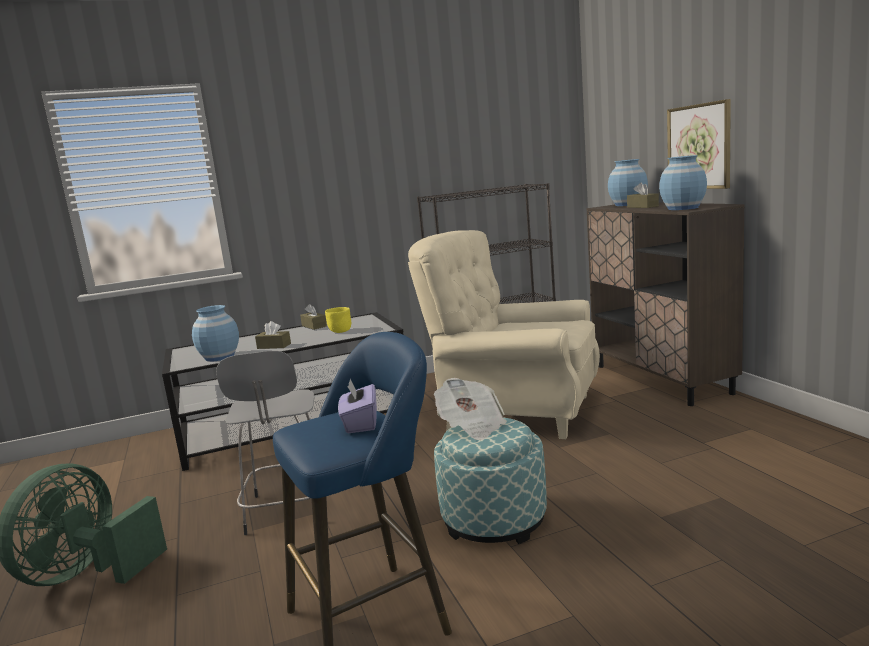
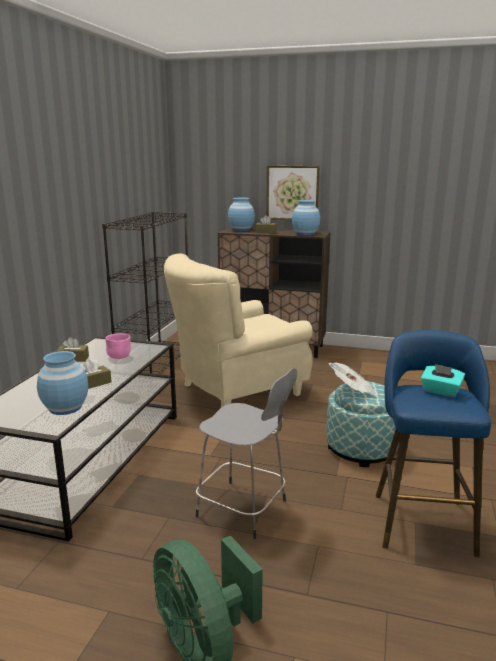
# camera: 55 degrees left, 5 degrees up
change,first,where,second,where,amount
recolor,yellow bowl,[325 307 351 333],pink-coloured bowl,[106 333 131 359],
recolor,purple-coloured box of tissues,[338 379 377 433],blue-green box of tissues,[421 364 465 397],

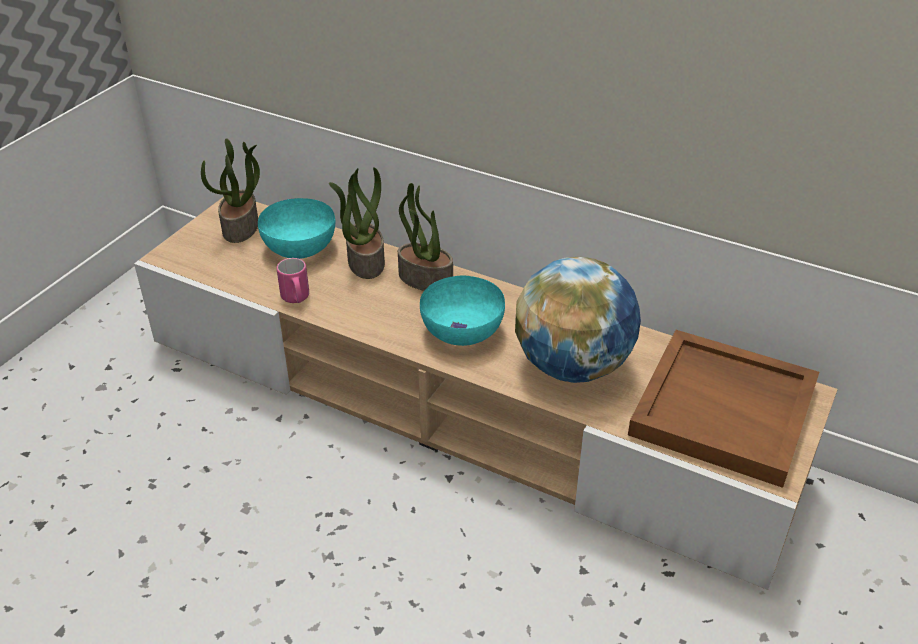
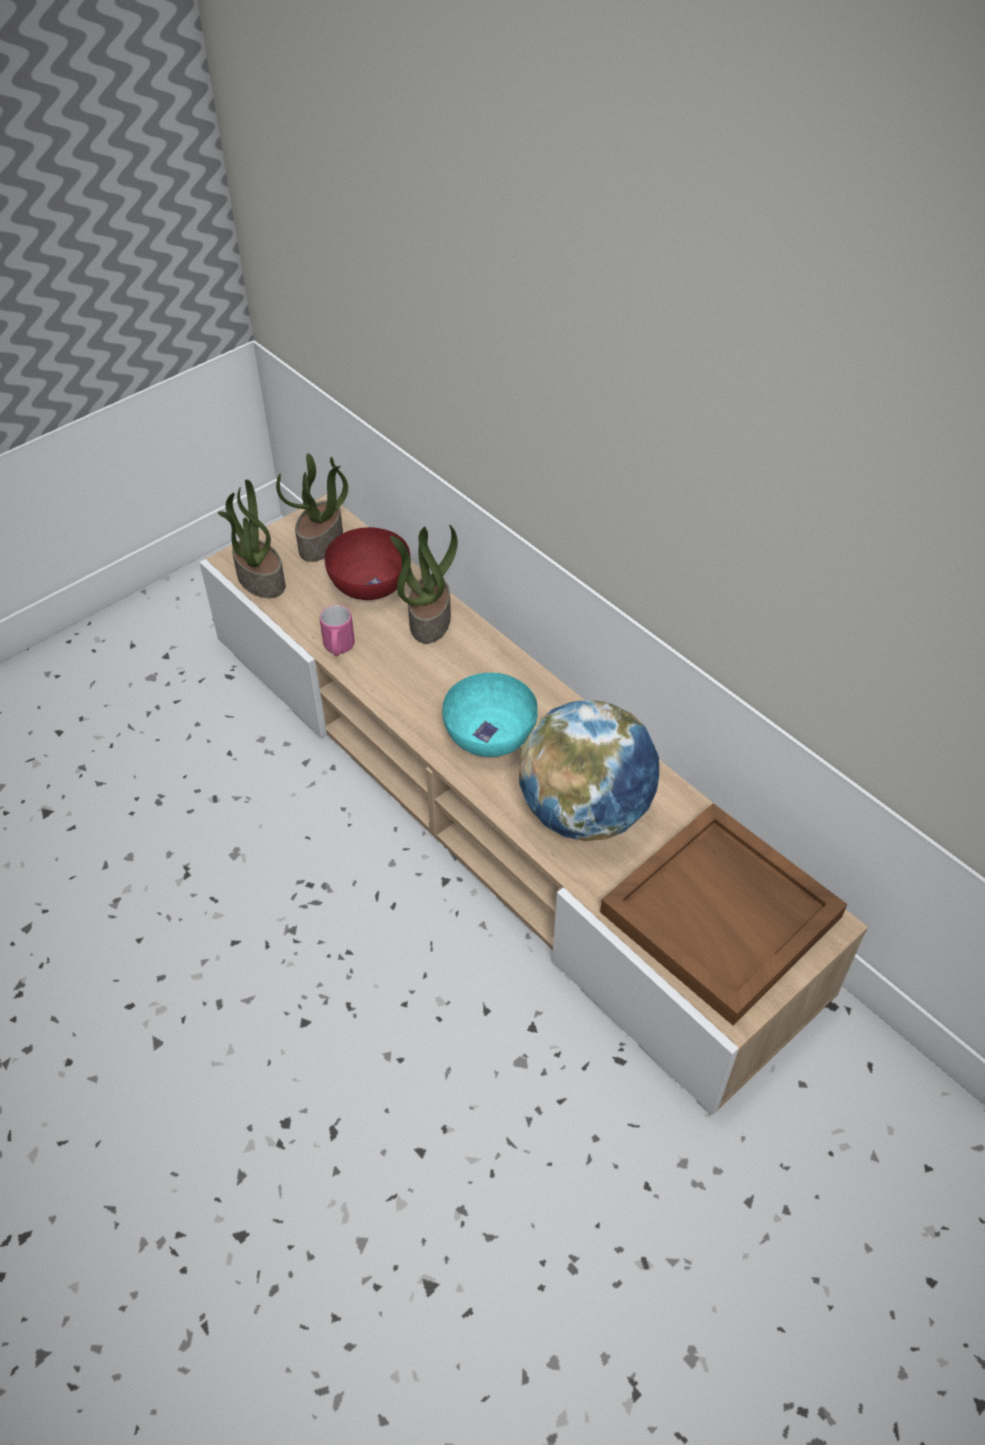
# camera: 20 degrees right, 10 degrees up
change,first,where,second,where,amount
move,plant in a pot,[398 183 453 291],,[218 479 285 598],
recolor,blue-green bowl,[258 198 336 259],red-coloured bowl,[325 527 410 600],

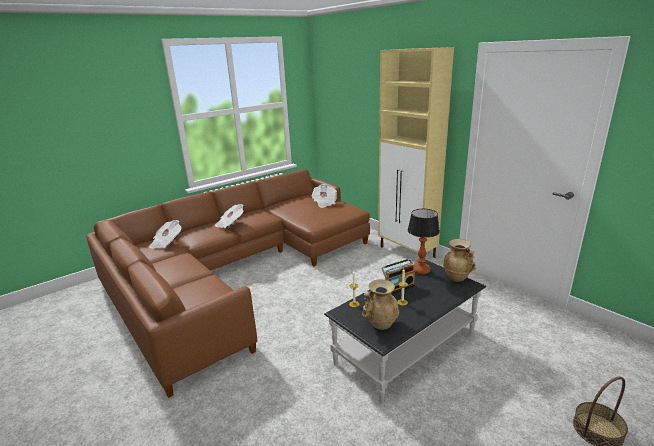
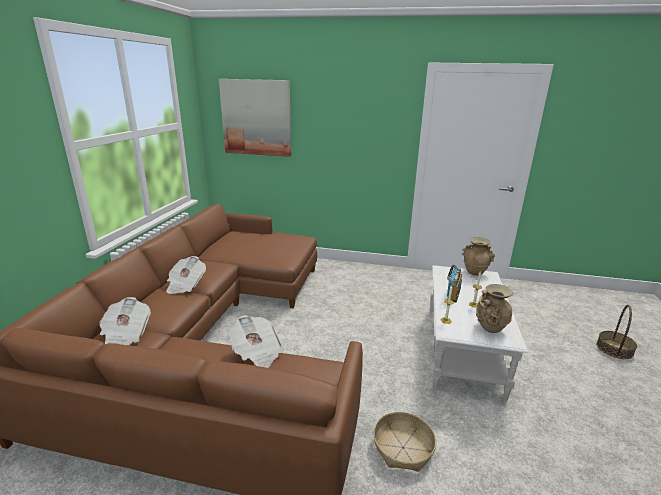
# camera: 40 degrees left, 0 degrees up
change,first,where,second,where,amount
insert,,,picture,[219 79 291 157],
move,printed paper,[311 184 337 208],,[229 315 284 368],
insert,,,basket,[373 412 436 472],
recolor,black-coloured low table,[324 260 486 404],whitish low table,[431 265 529 402],
delete,beige-coloured storage cabinet,[378 47 454 258],,,
delete,tabletop lamp,[408 209 440 274],,,

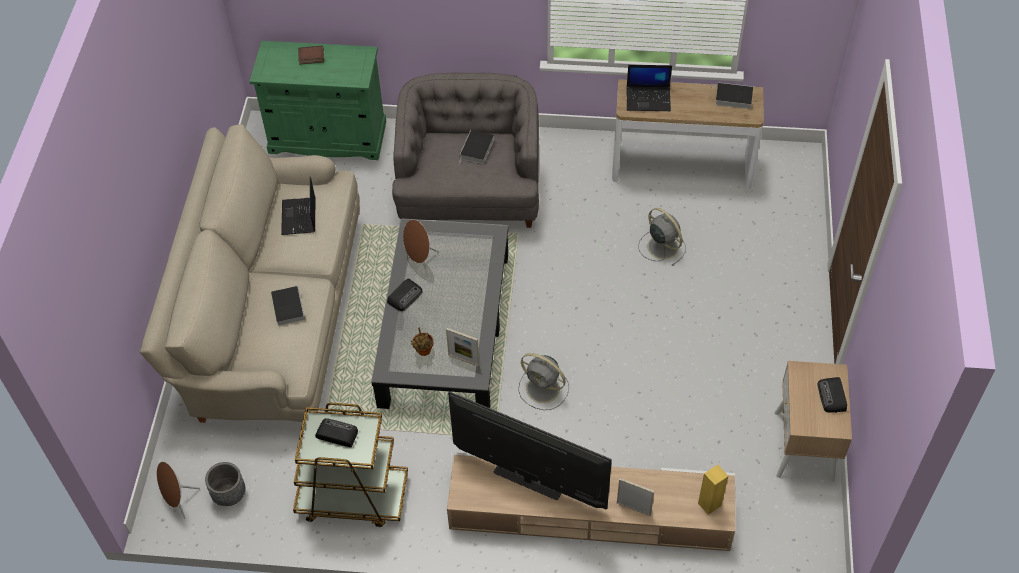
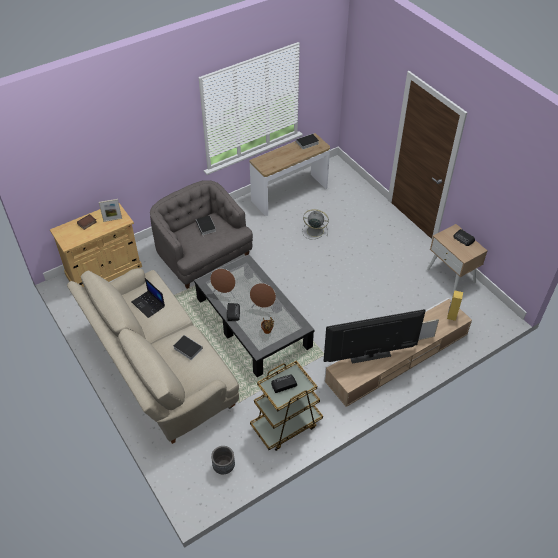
# camera: 40 degrees left, 5 degrees down
change,first,where,second,where,amount
recolor,greenish storage cabinet,[249 41 386 160],beige-coloured storage cabinet,[50 203 142 287],
move,standing frame,[446 328 480 367],,[99 199 122 222],
move,brown speaker,[157 462 200 519],,[250 283 276 312],
delete,gray fan,[518 353 569 410],,,
delete,notebook computer,[626 65 672 111],,,

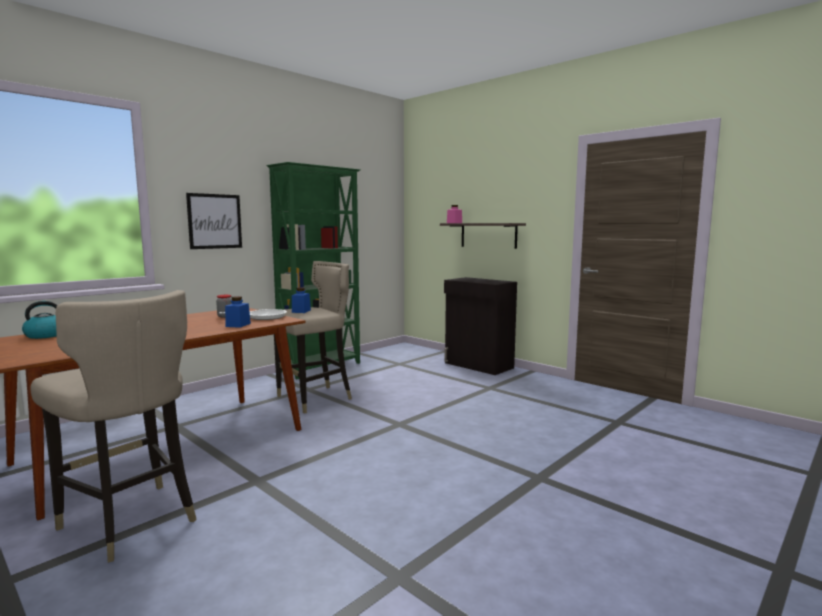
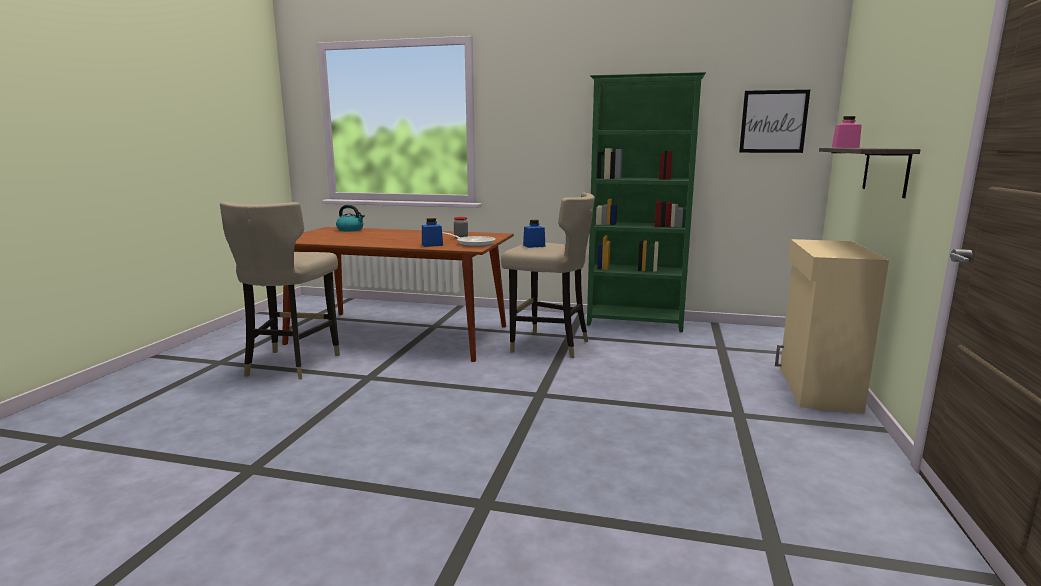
# camera: 60 degrees right, 5 degrees up
change,first,where,second,where,amount
move,picture,[186 193 242 249],,[739 90 810 153],
recolor,black-coloured storage cabinet,[444 277 517 375],beige-coloured storage cabinet,[775 239 889 414],

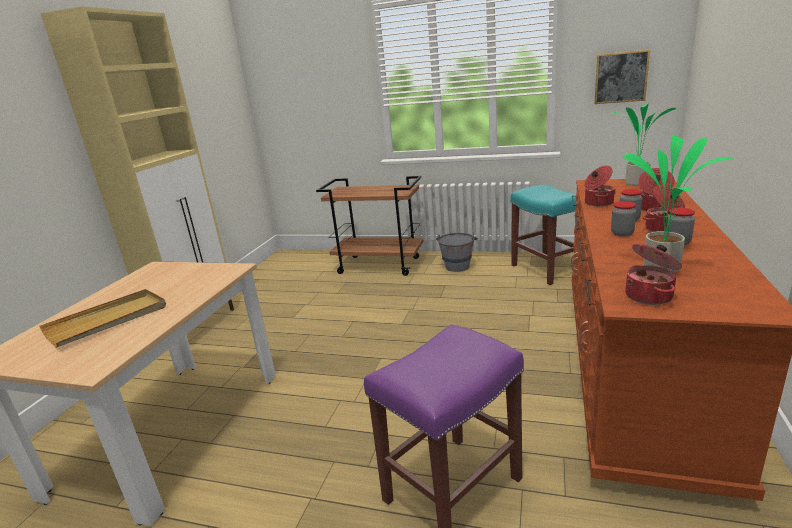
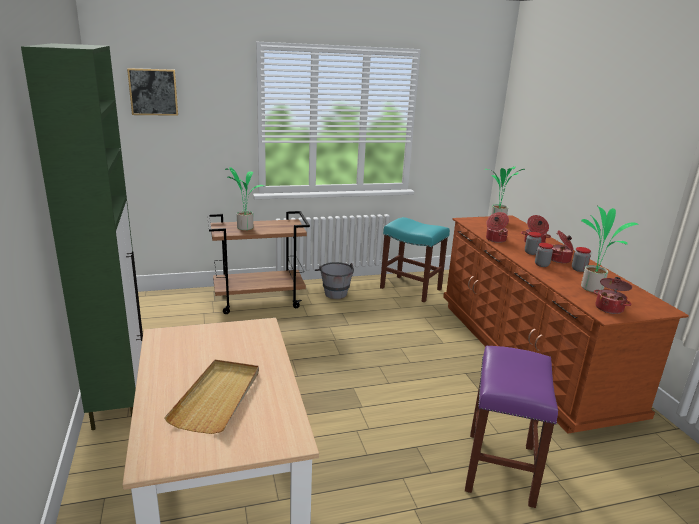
# camera: 35 degrees left, 0 degrees up
change,first,where,second,where,amount
recolor,beige-coloured storage cabinet,[41 6 234 311],greenish storage cabinet,[21 43 143 430],
move,picture,[594 50 650 104],,[127 68 178 116],
insert,,,plant in a pot,[225 167 264 230],

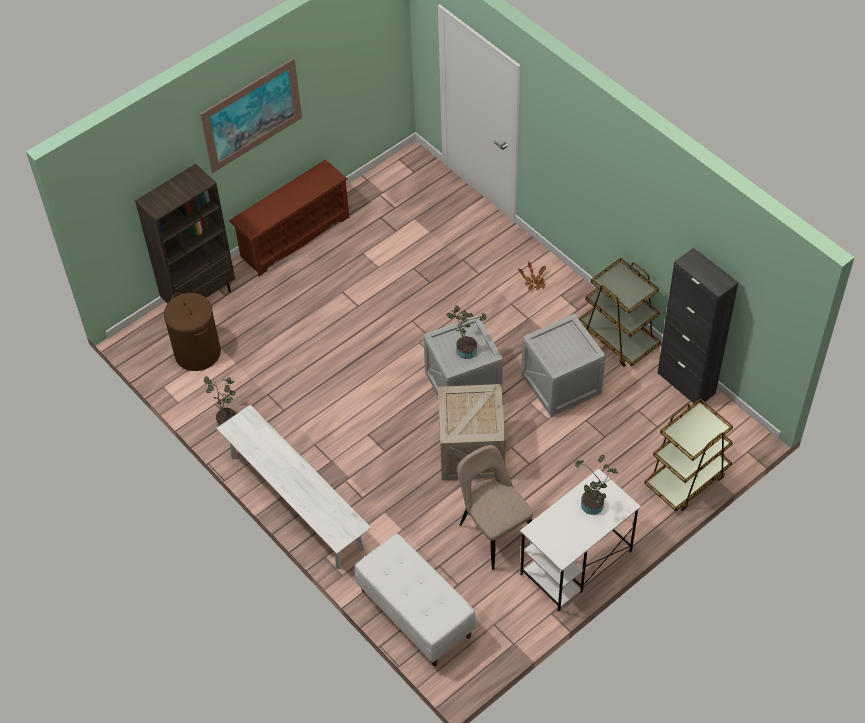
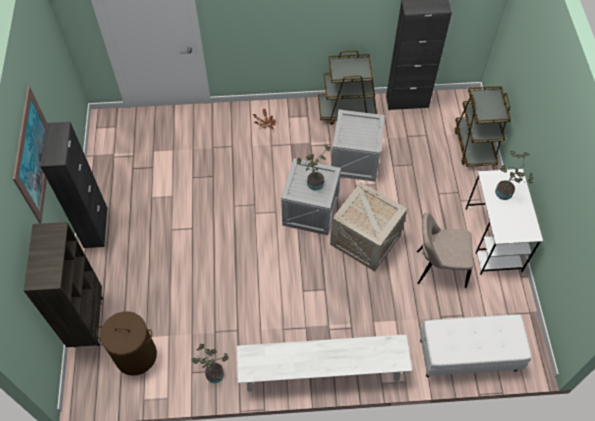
# camera: 55 degrees left, 5 degrees up
change,first,where,second,where,amount
replace,brown shoe shelf,[229 160 349 277],black-coloured storage cabinet,[40 122 107 248],

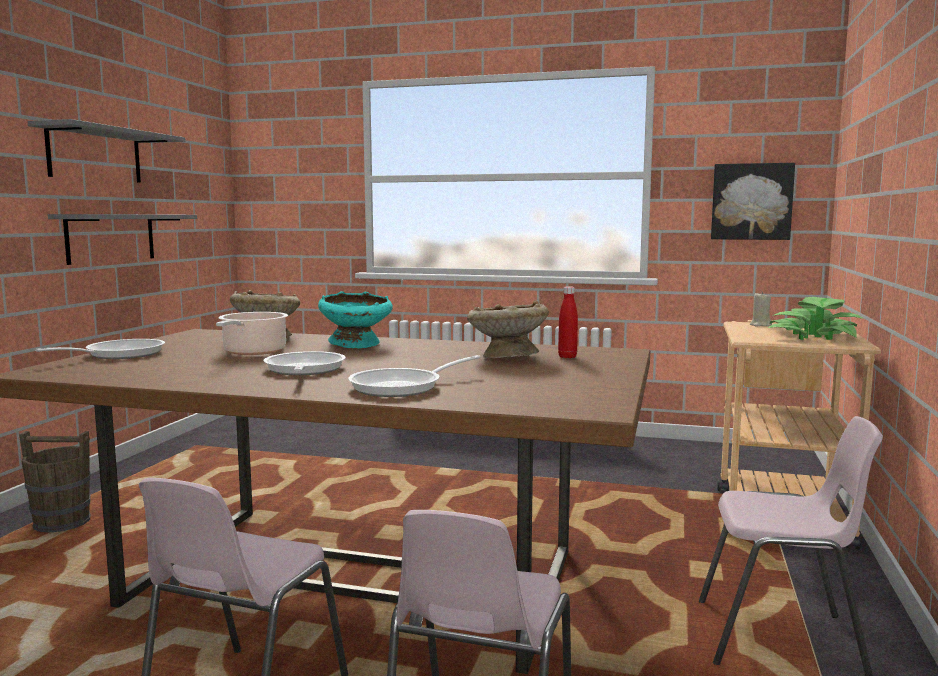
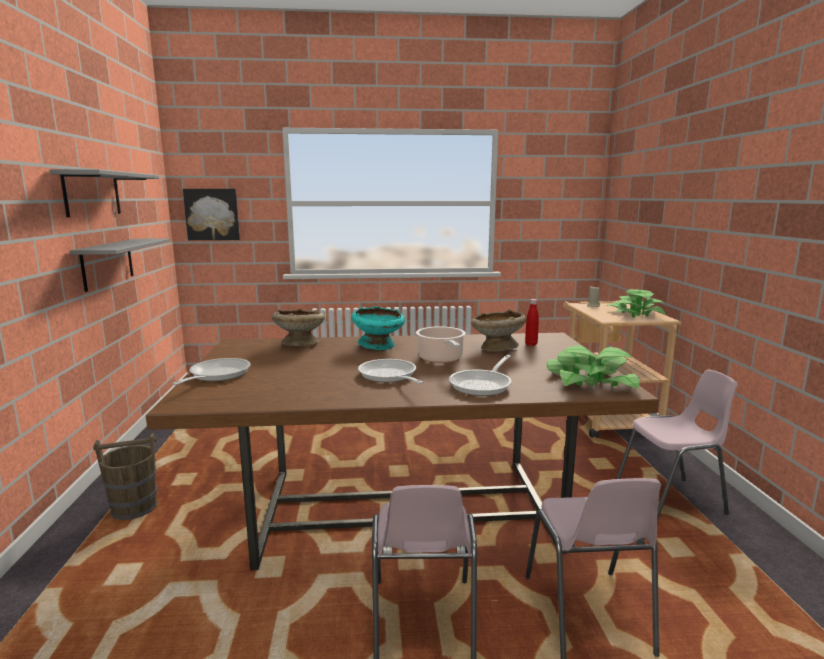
# camera: 20 degrees left, 5 degrees up
change,first,where,second,where,amount
move,picture,[711 163 795 240],,[183 189 240 240],
move,saucepot,[216 312 288 355],,[416 326 466 363],
insert,,,plant in a pot,[547 345 639 389],

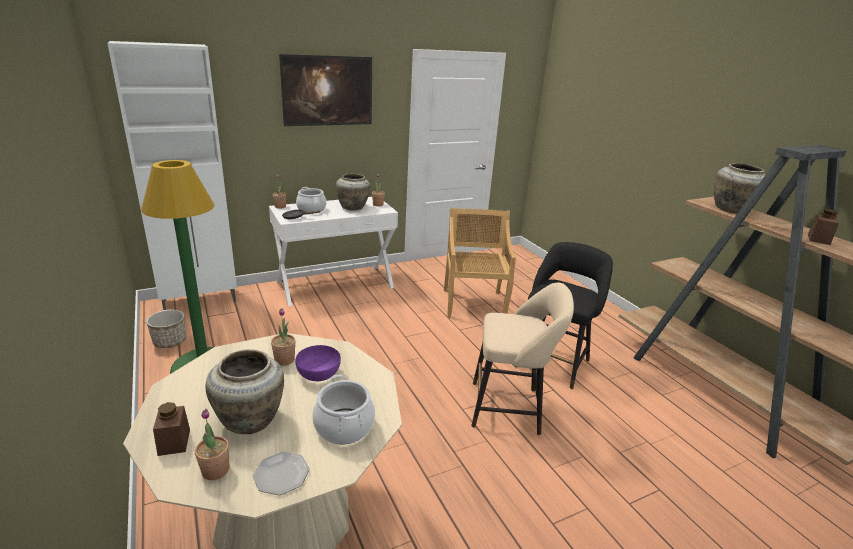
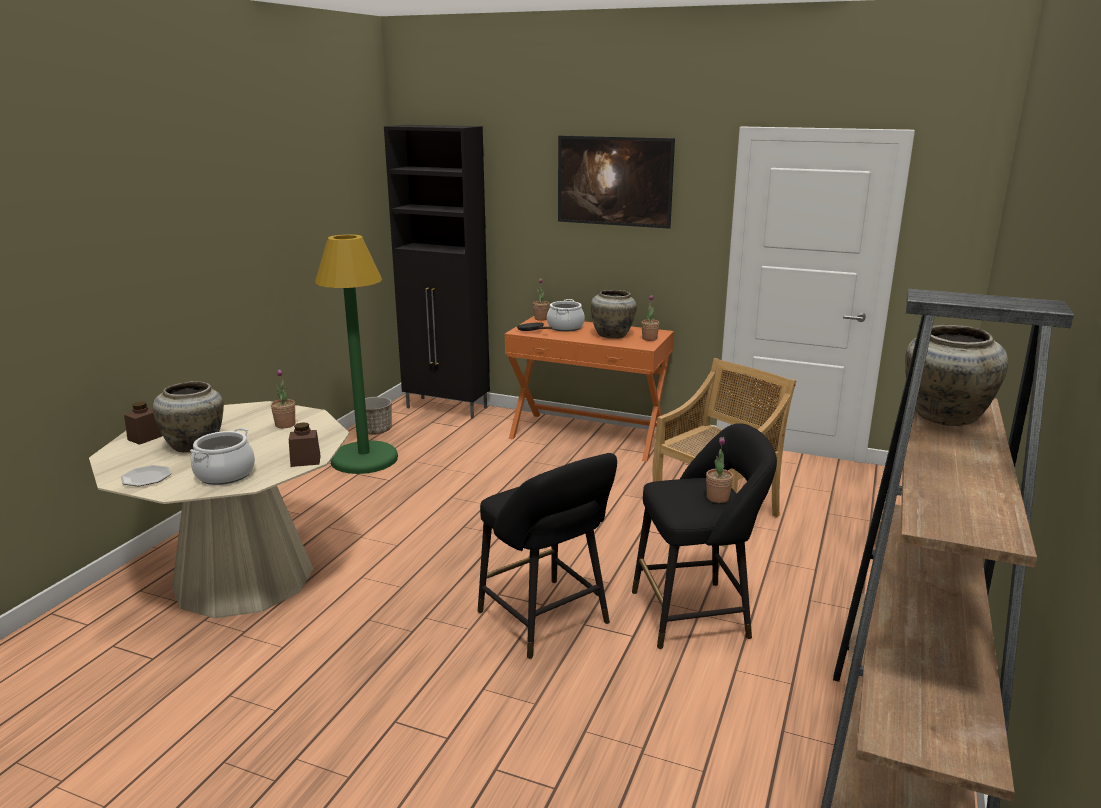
# camera: 50 degrees right, 5 degrees down
change,first,where,second,where,amount
move,brown storage jar,[808 209 839 245],,[289 422 321 467],
recolor,whitish storage cabinet,[107 41 237 310],black-coloured storage cabinet,[384 125 490 419],
recolor,beige-coloured stool,[471 282 574 435],black-coloured stool,[478 453 617 659],
recolor,whitish hall table,[269 197 398 306],orange-coloured hall table,[505 316 674 462],
move,plant in a pot,[195 409 229 480],,[706 437 733 503],
delete,purple-coloured bowl,[296 345 341 381],,,

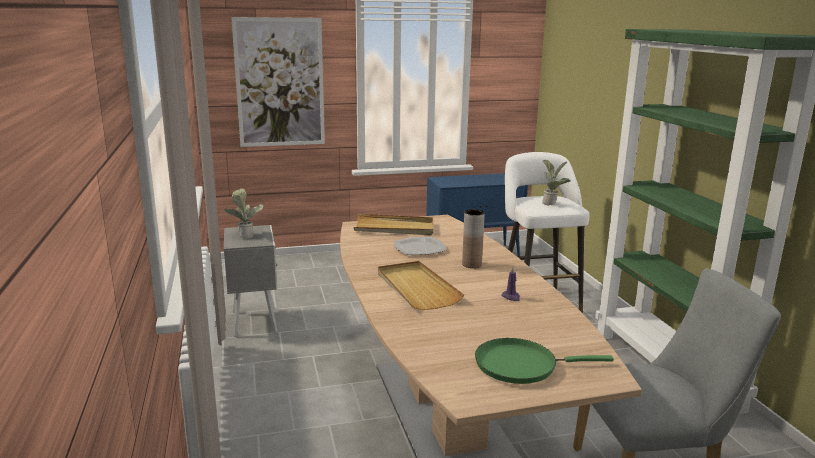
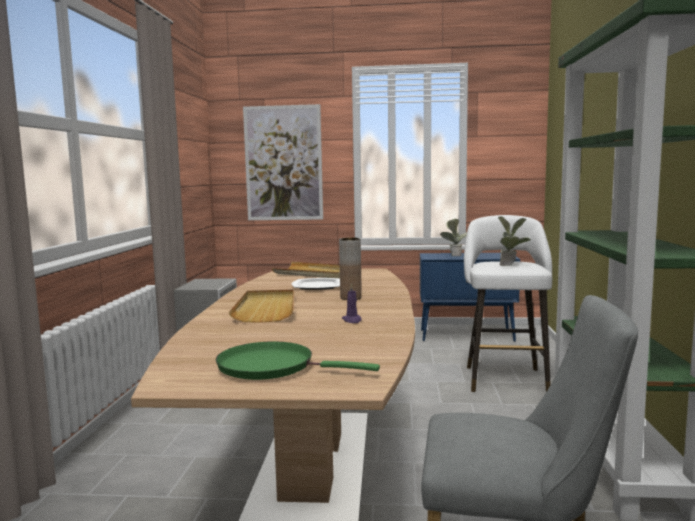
# camera: 20 degrees right, 10 degrees down
change,first,where,second,where,amount
move,plant in a pot,[224 188 264 239],,[440 219 467 256],

